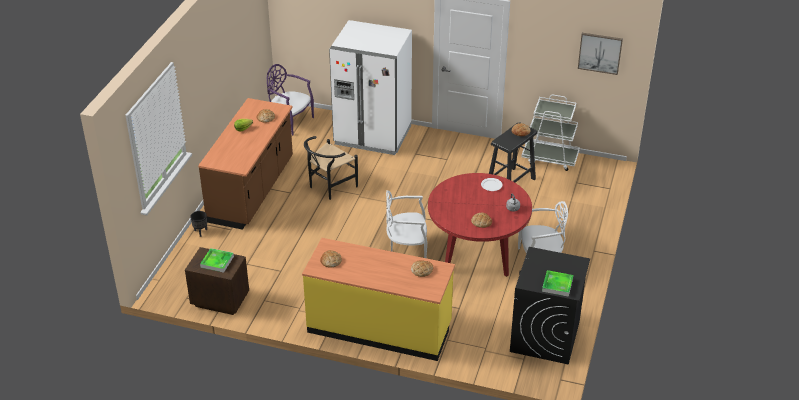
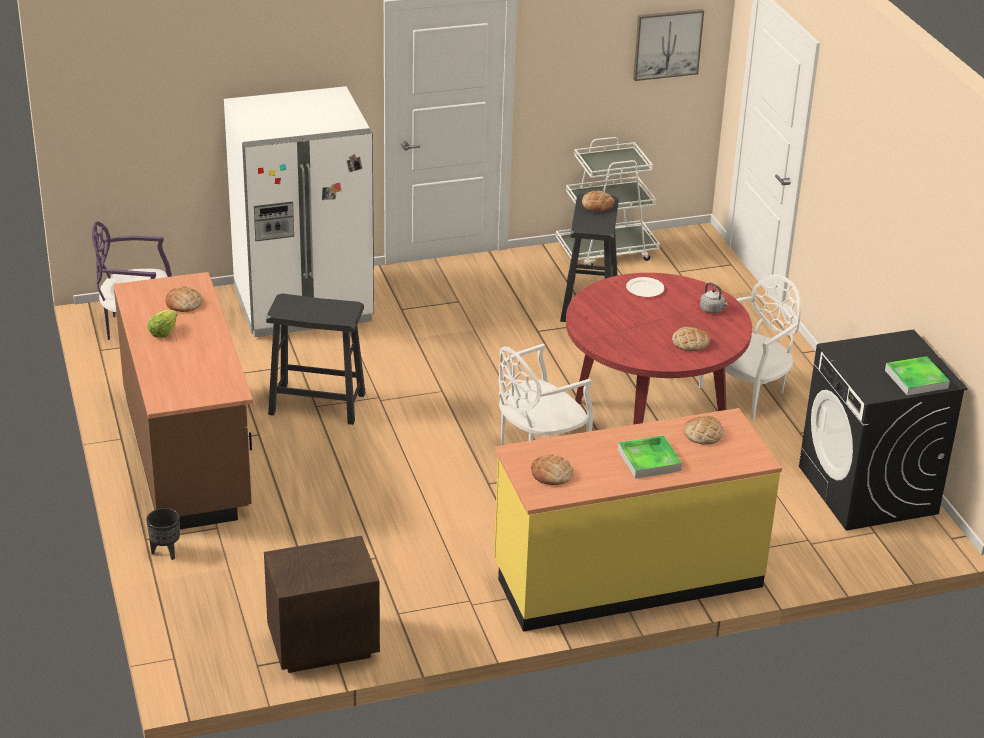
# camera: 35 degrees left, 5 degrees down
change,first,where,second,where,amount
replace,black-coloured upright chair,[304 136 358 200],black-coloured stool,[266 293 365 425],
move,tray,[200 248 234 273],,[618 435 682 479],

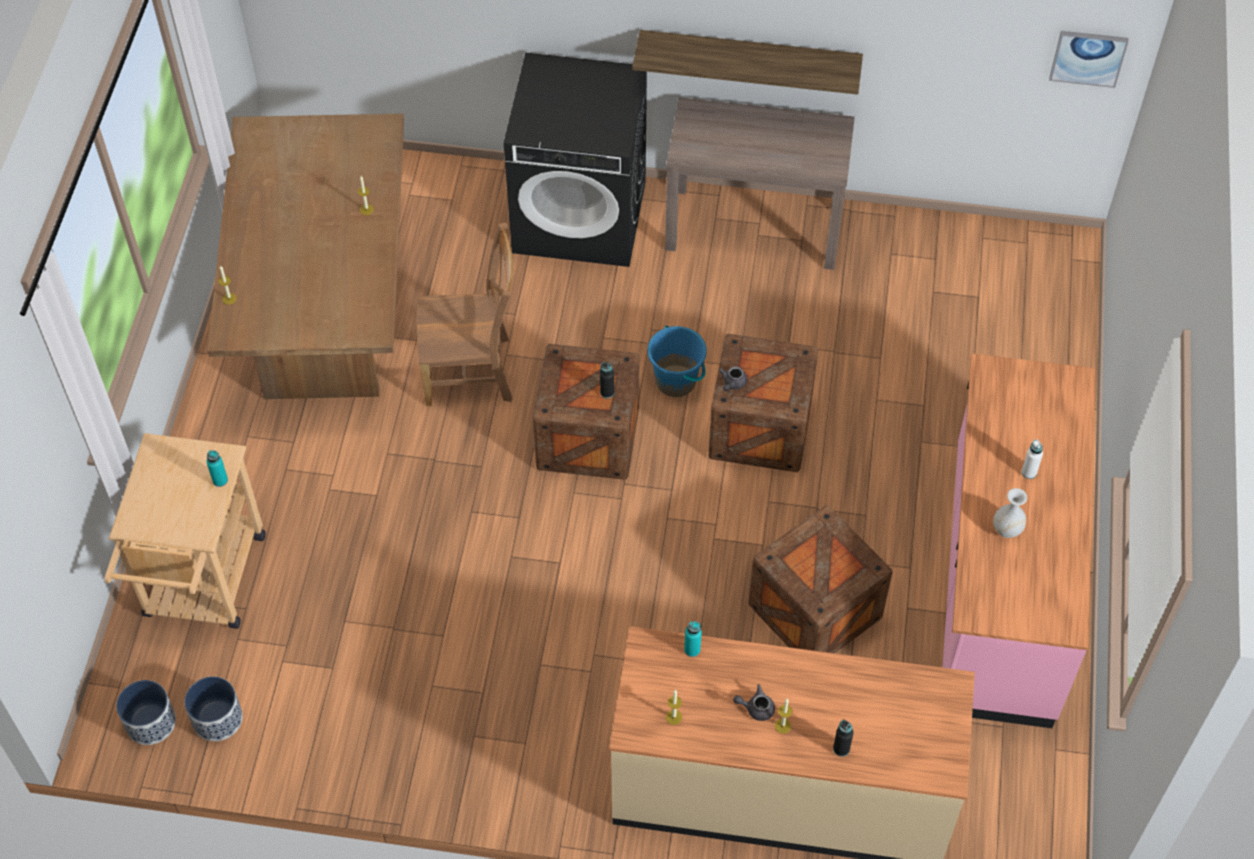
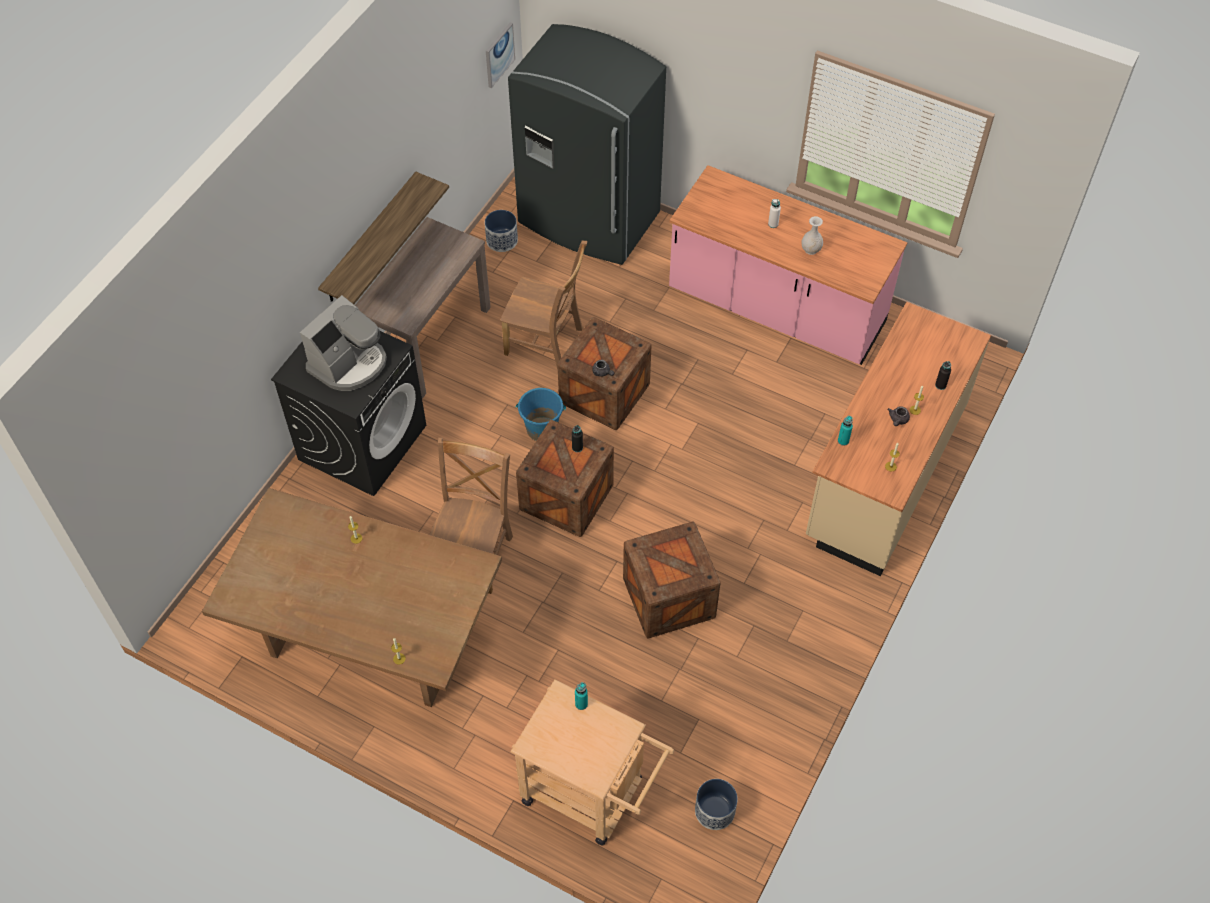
# camera: 70 degrees left, 0 degrees up
change,first,where,second,where,amount
insert,,,coffee brewer,[300 295 387 391],
move,planter,[116 680 176 745],,[485 210 518 252],
insert,,,brown upright chair,[500 241 587 370],
insert,,,gray refrigerator,[508 24 666 265],
move,packing crate,[748 505 892 653],,[623 522 720 638],

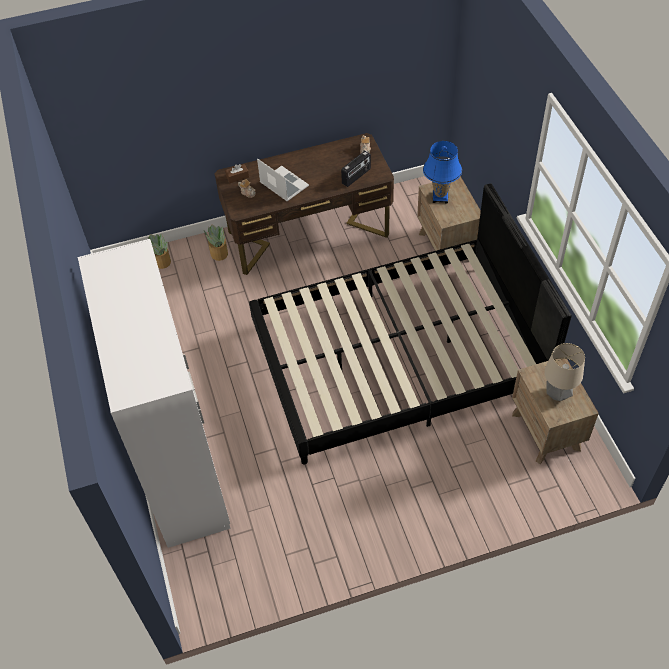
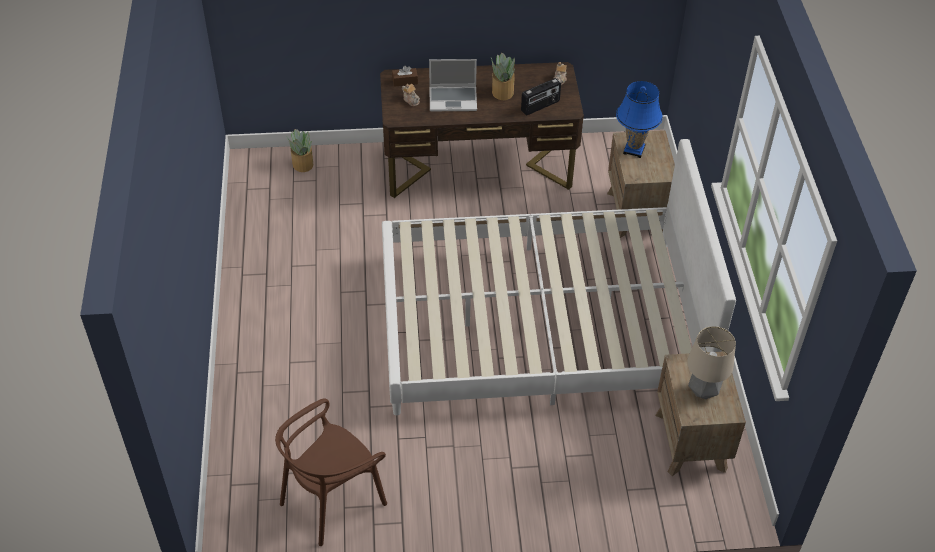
# camera: 10 degrees right, 5 degrees down
change,first,where,second,where,amount
insert,,,brown upright chair,[275 398 387 546],
recolor,black-coloured sleeping bed,[249 184 571 465],whitish sleeping bed,[382 139 736 415],
rotate,notebook computer,[257 158 309 201],,[429 59 477 111],120 degrees clockwise
move,plant in a pot,[204 225 228 261],,[491 53 515 100],
delete,whitish armoire,[77 239 231 548],,,

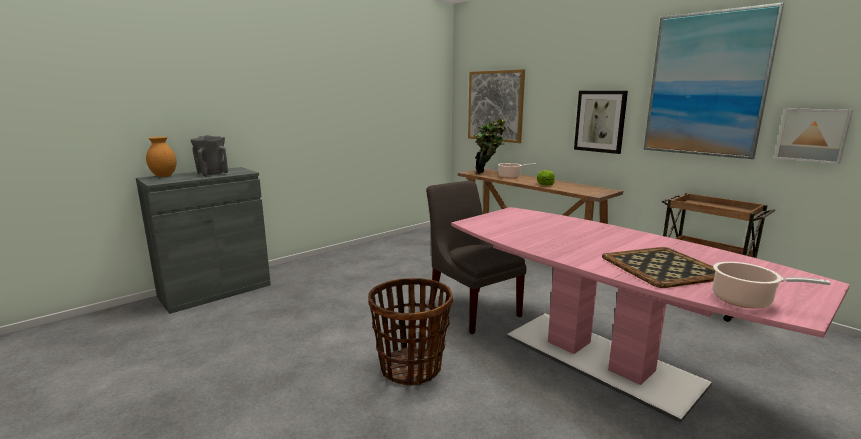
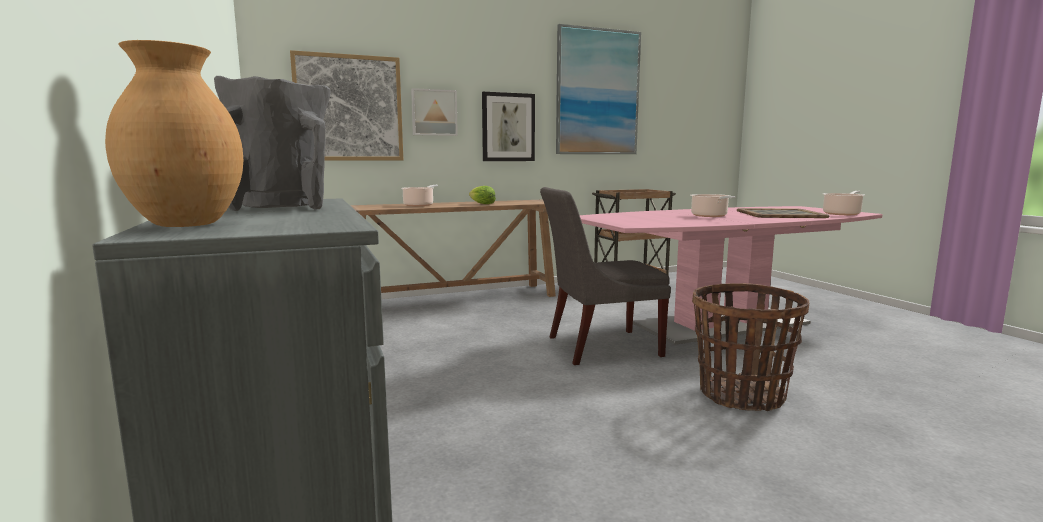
# camera: 70 degrees left, 5 degrees down
change,first,where,second,where,amount
move,picture,[775 108 853 164],,[411 88 458 136],
insert,,,saucepot,[690 194 736 217],
delete,plant in a pot,[473 119 506 174],,,

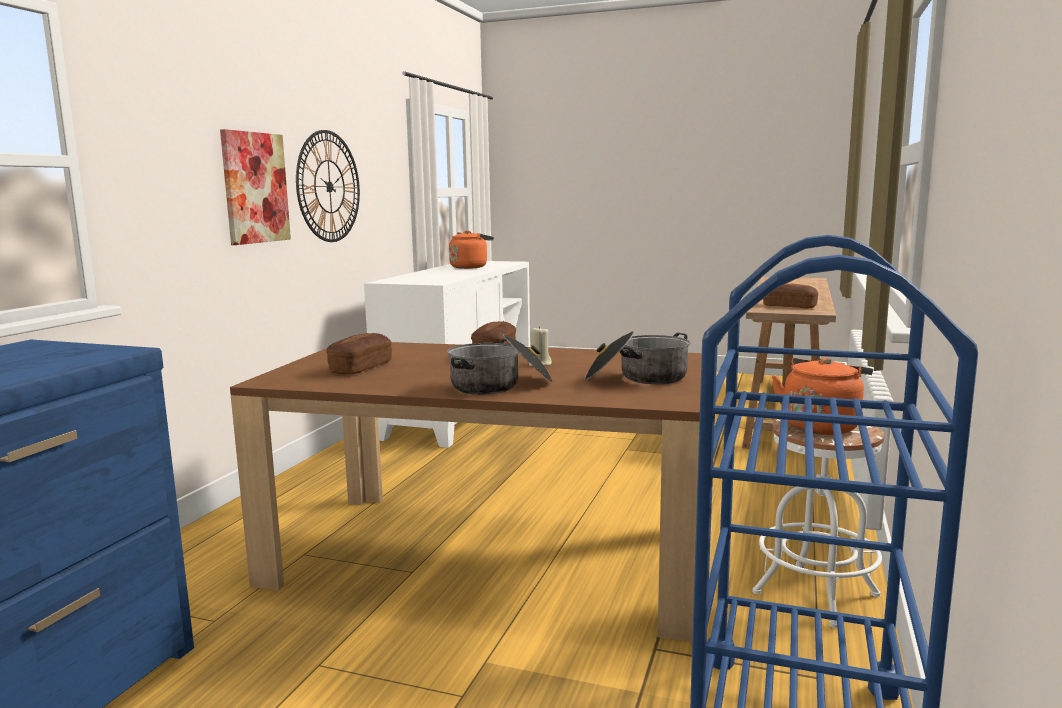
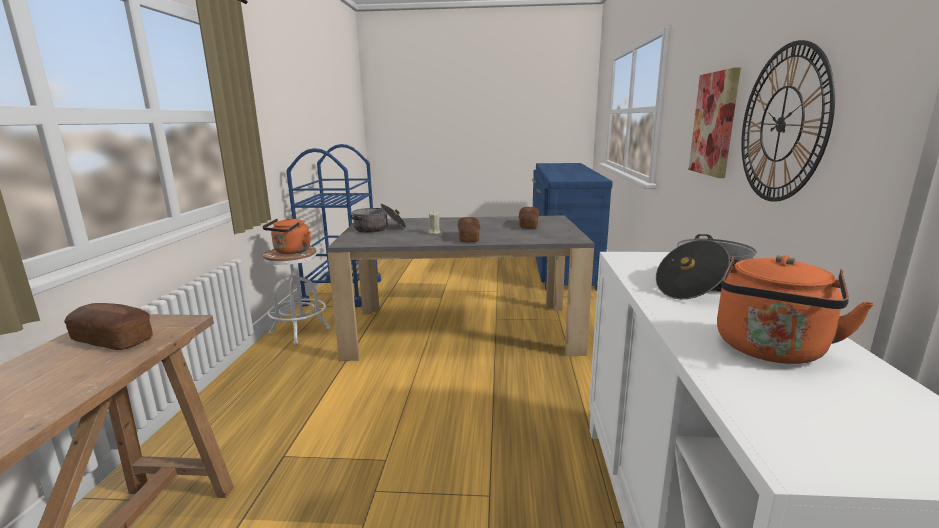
# camera: 165 degrees right, 5 degrees up
change,first,where,second,where,amount
recolor,brown dining table,[230 342 702 642],gray dining table,[327 215 594 361],
move,saucepot,[447 334 553 395],,[656 234 757 299],

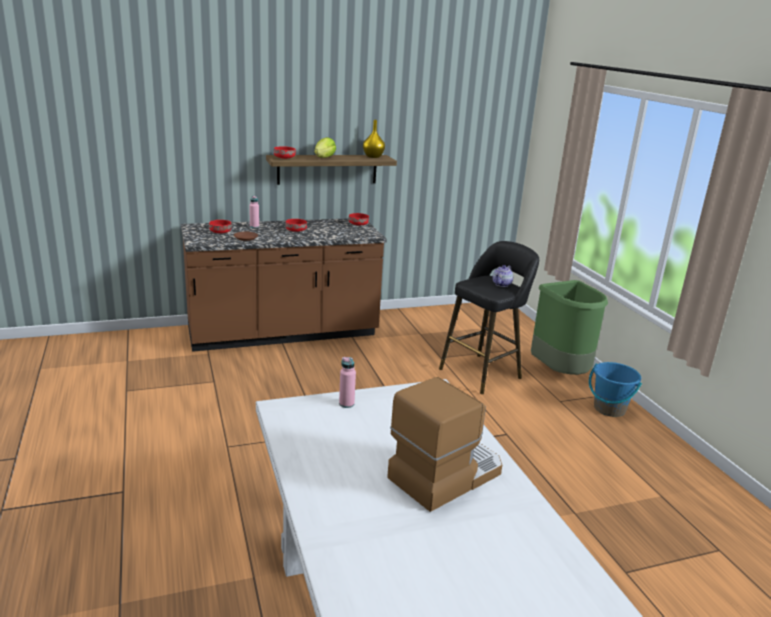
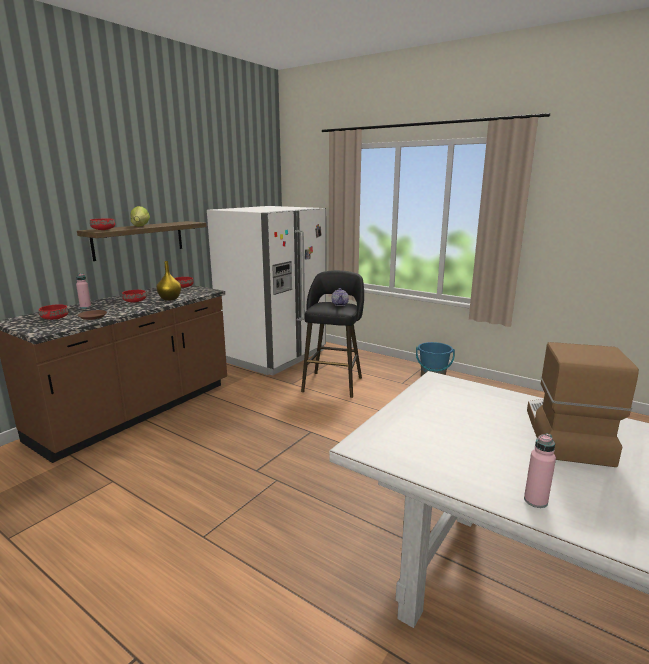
# camera: 35 degrees left, 5 degrees down
change,first,where,second,where,amount
move,yellow flower vase,[363 120 385 158],,[157 261 181 301],
insert,,,whitish refrigerator,[207 206 326 375],
move,pink-coloured bottle,[339 357 356 408],,[524 433 556 508],
delete,greenish waste bin,[531 280 608 375],,,

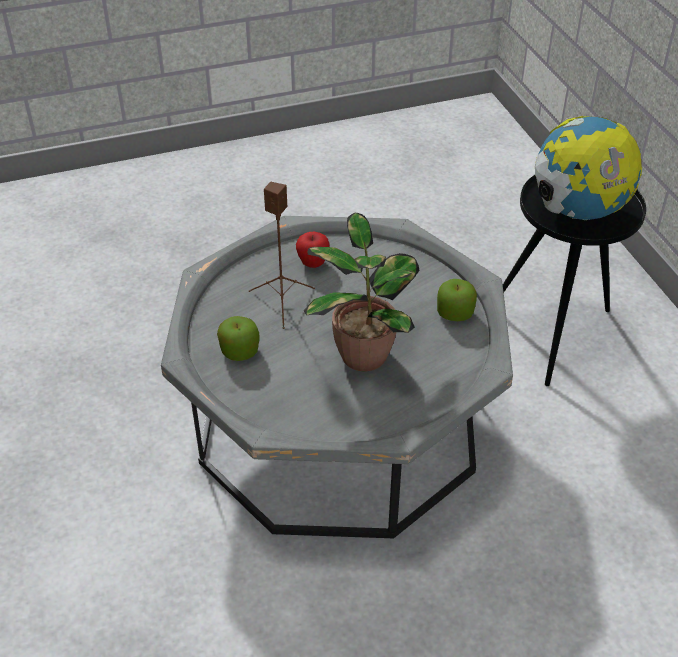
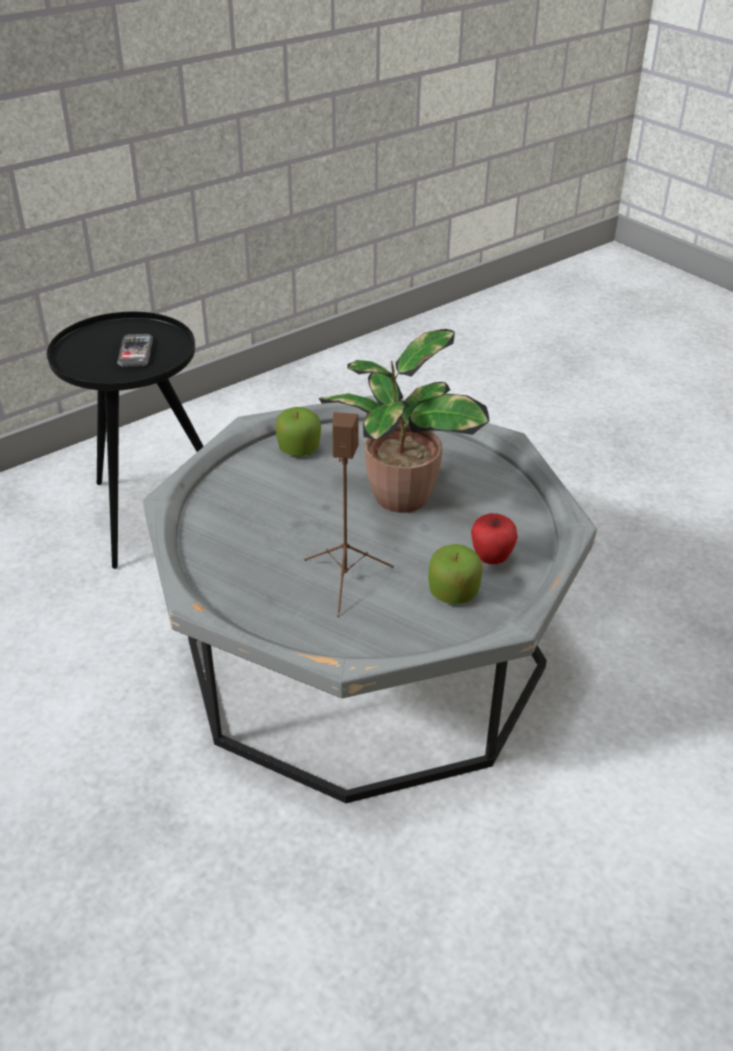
# camera: 110 degrees left, 5 degrees down
change,first,where,second,where,amount
replace,globe,[535 116 642 220],phone,[117 334 153 367],
move,whole apple,[296 232 329 268],,[471 513 518 564],

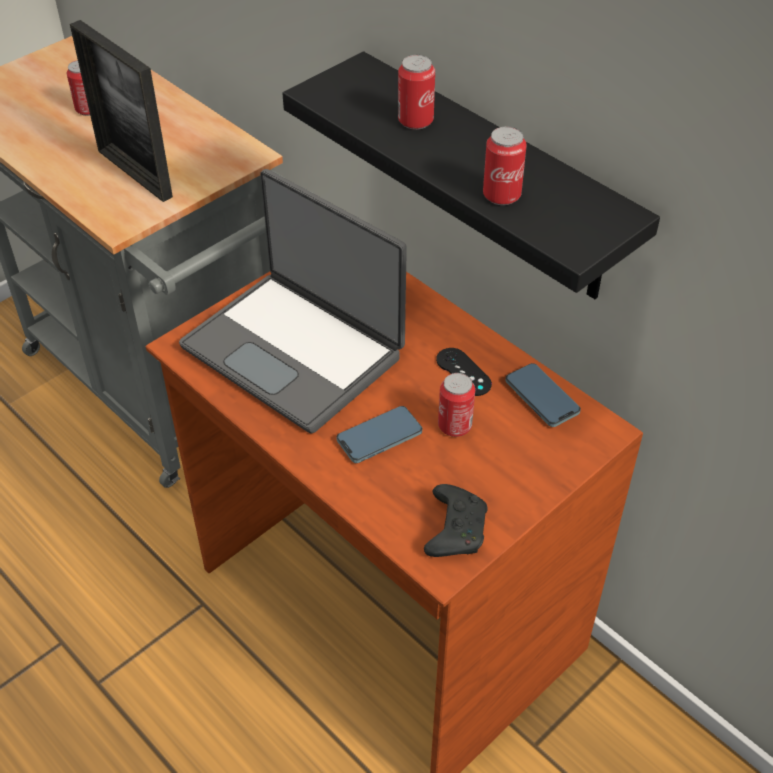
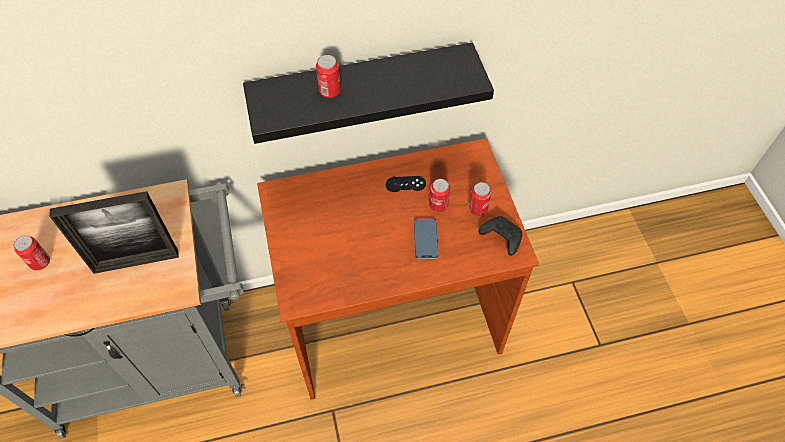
# camera: 60 degrees left, 10 degrees up
change,first,where,second,where,amount
move,can,[483 126 527 205],,[469 182 491 216],
delete,notebook computer,[179 169 407 434],,,
delete,phone,[505 363 581 427],,,

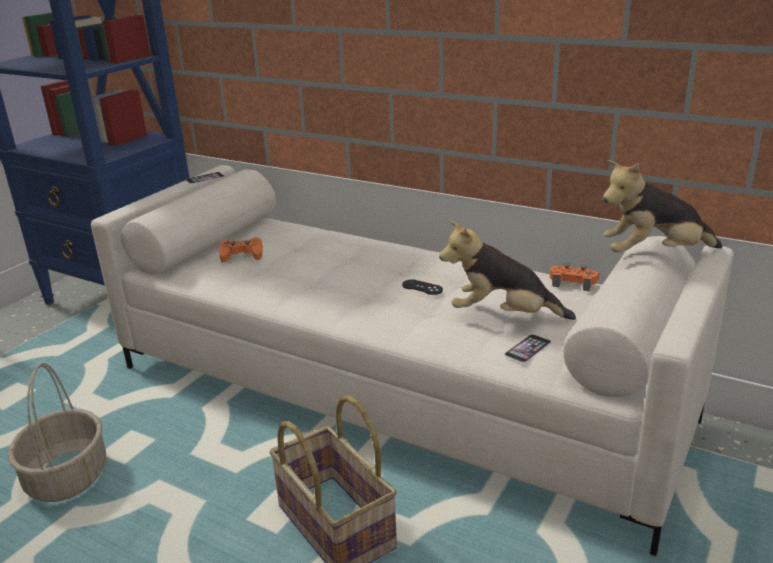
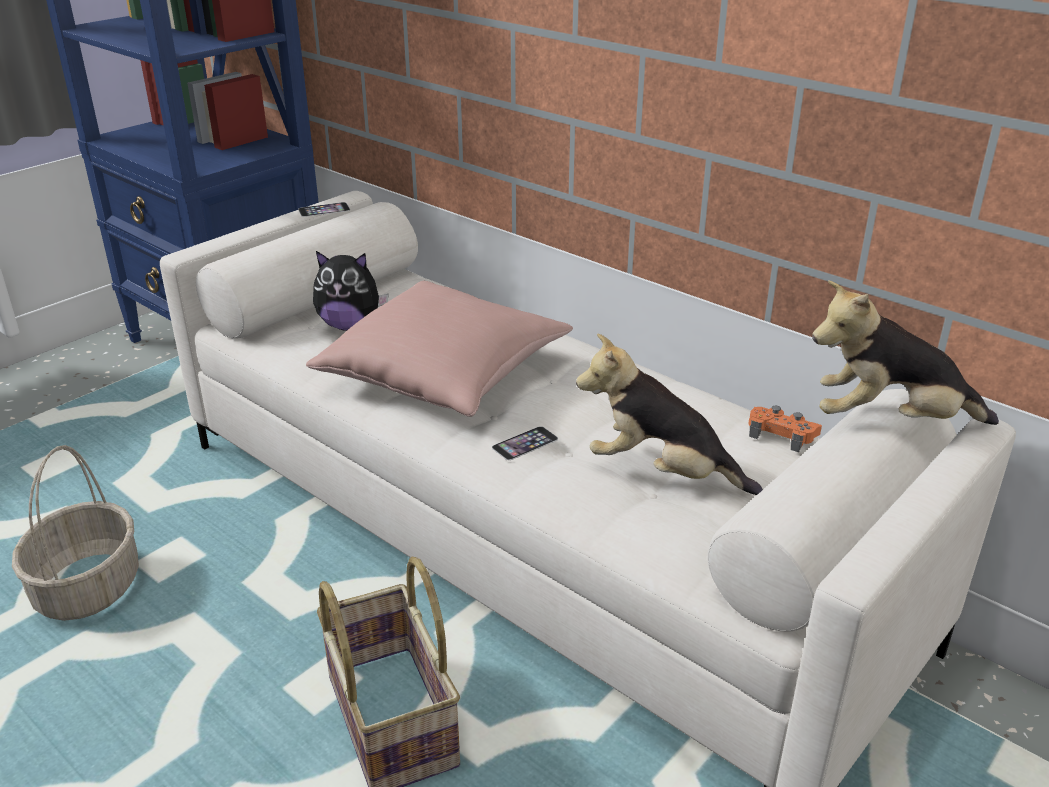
# camera: 10 degrees right, 5 degrees up
change,first,where,second,where,amount
insert,,,pink-coloured cushion,[306 281 573 417],
replace,orange-coloured gamepad,[219 237 263 262],plush toy,[313 251 389 331],
move,phone,[505 334 551 362],,[492 426 558 460],
delete,black-coloured gamepad,[402 280 443 295],,,

